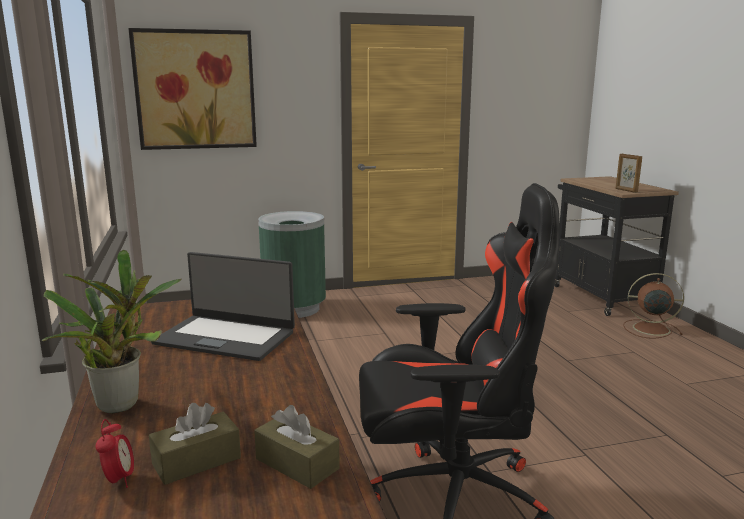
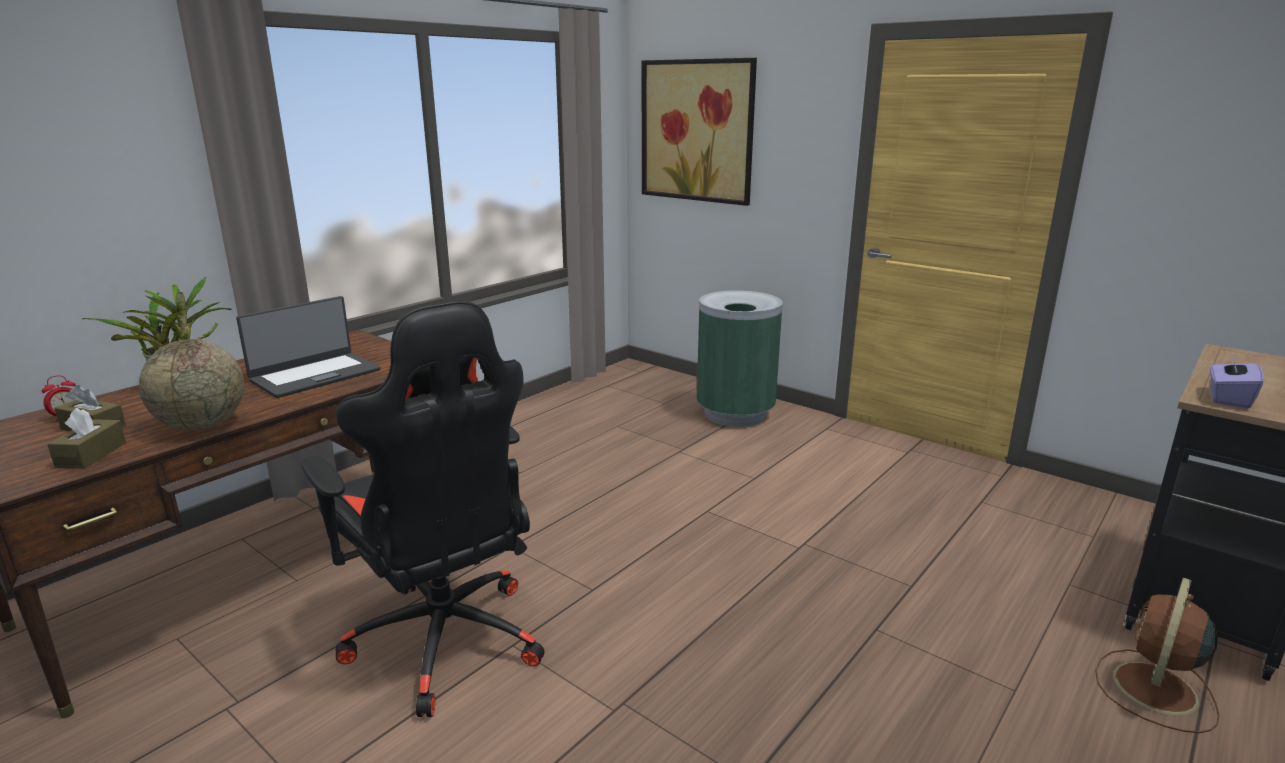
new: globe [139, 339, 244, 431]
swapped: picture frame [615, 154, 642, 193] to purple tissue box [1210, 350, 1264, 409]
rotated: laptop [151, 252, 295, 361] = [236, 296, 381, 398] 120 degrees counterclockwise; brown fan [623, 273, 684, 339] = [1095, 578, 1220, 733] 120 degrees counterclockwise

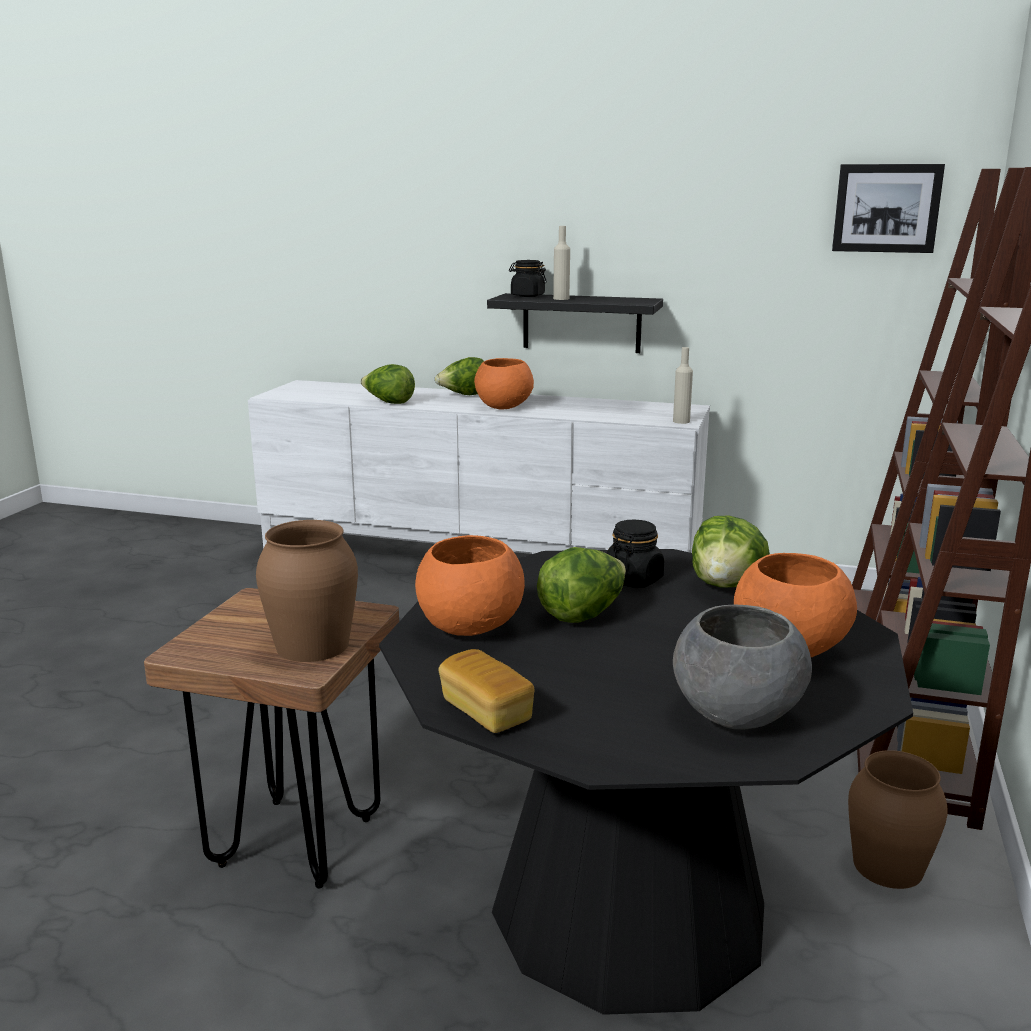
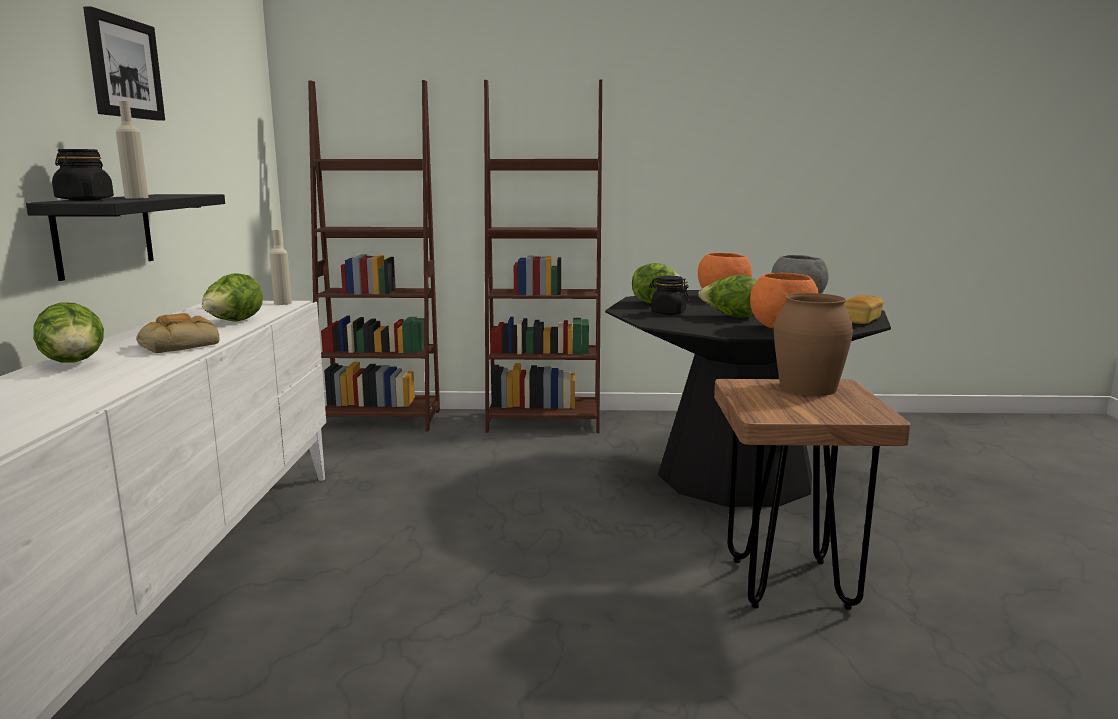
gone: brown vase [848, 750, 948, 889]
shifted: lettuce [361, 364, 415, 404] to [202, 273, 263, 321]; picture [832, 164, 945, 253] to [83, 7, 165, 121]
swapped: orange bowl [474, 358, 534, 409] to bread [136, 313, 220, 353]

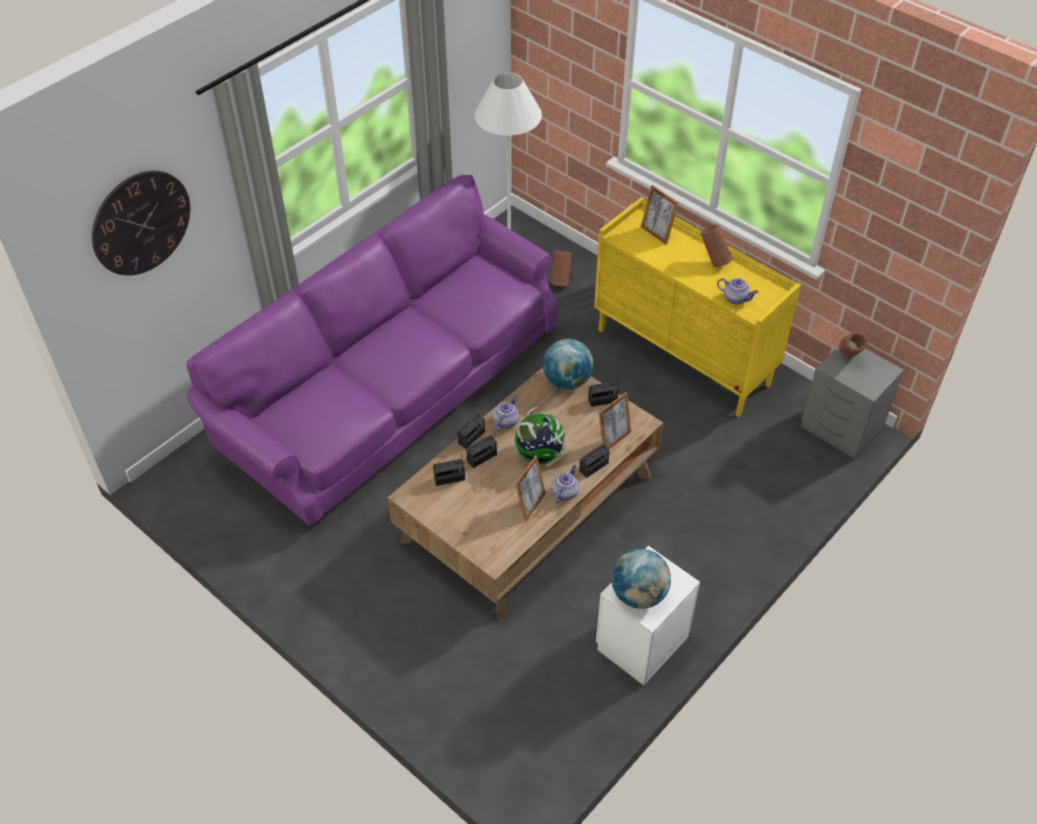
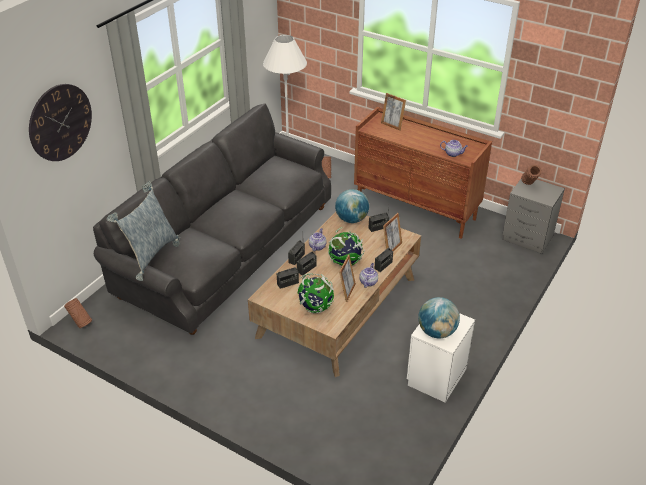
new: pillow [107, 181, 180, 281]; globe [297, 273, 334, 313]
shifted: brown vase [701, 224, 733, 267] to [64, 298, 92, 328]
repainted: purple sofa [187, 175, 558, 526] to black sofa [93, 103, 331, 335]; yellow cabinet [594, 197, 801, 417] to brown cabinet [354, 107, 492, 239]

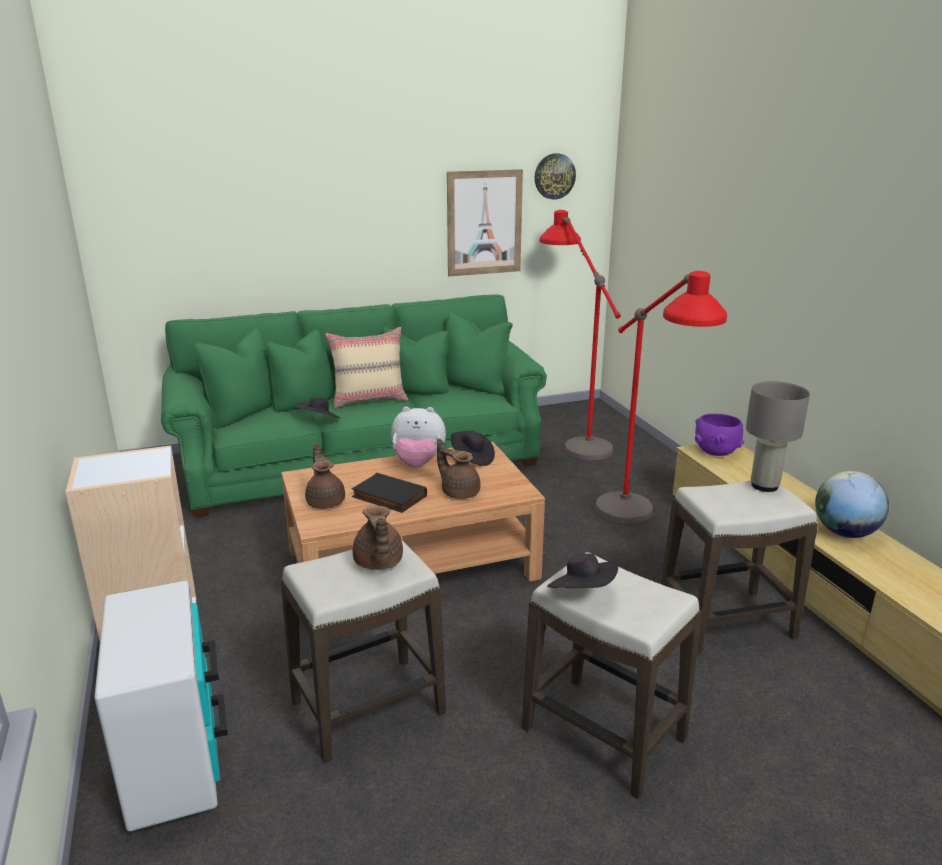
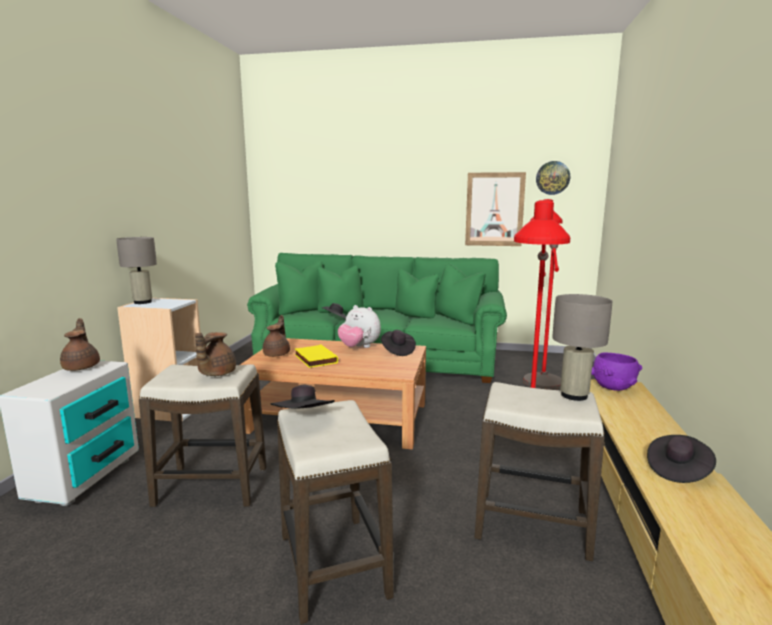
gone: beige pillow [325, 327, 408, 409]
new: grey table lamp [116, 237, 157, 304]
shifted: brown teapot [437, 438, 481, 499] to [60, 318, 100, 371]
swapped: globe [815, 471, 889, 538] to black hat [647, 435, 716, 483]
repainted: black book [351, 473, 427, 513] to yellow book [295, 345, 338, 368]

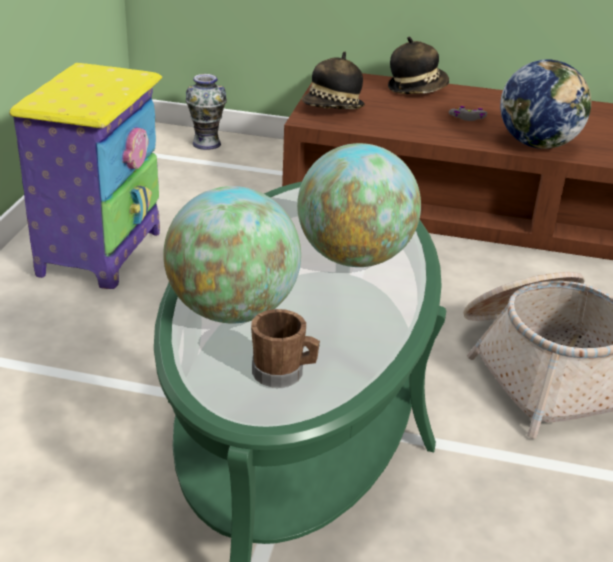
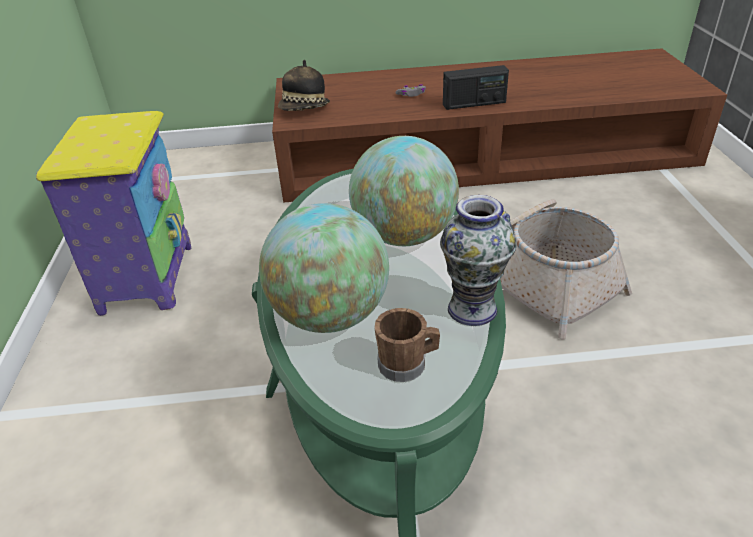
gone: hat [388, 37, 449, 94]
shifted: vase [186, 74, 227, 150] to [440, 195, 517, 326]
swapped: globe [500, 59, 591, 149] to radio [443, 65, 509, 110]

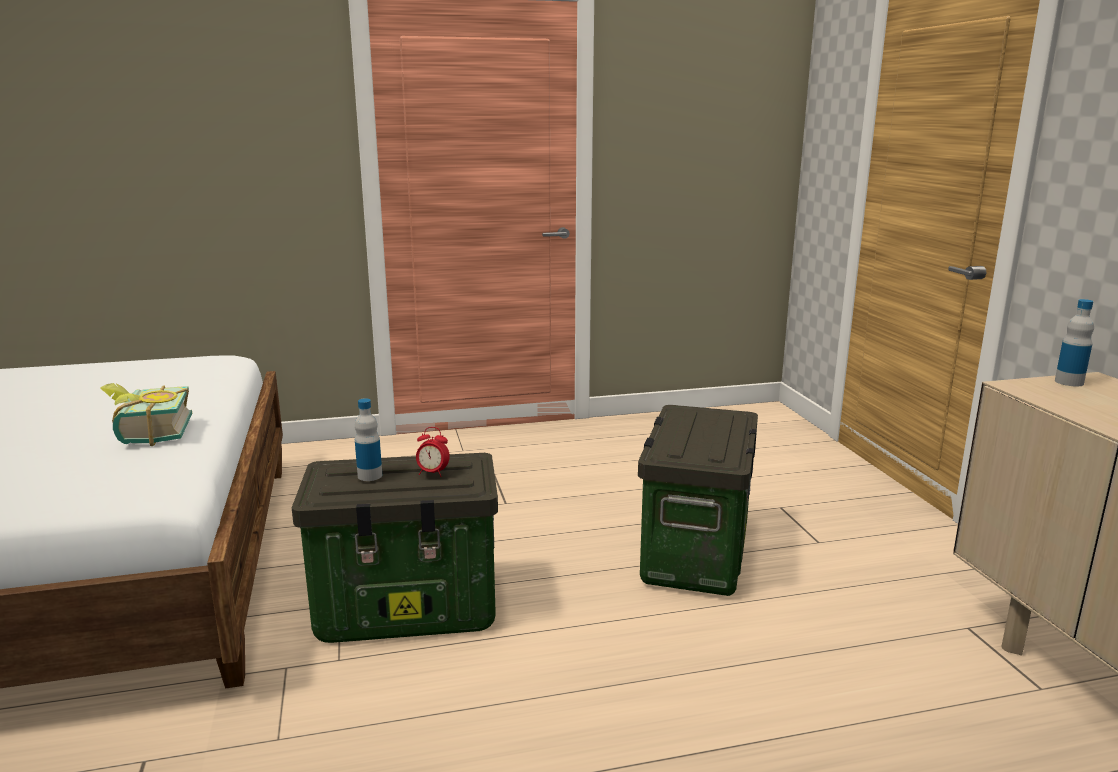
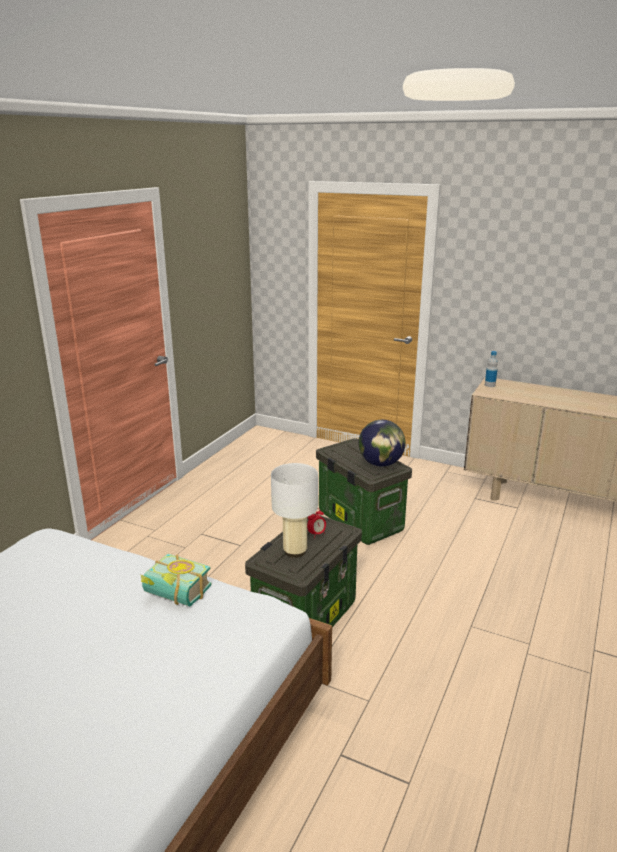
new: globe [359, 420, 405, 466]
swapped: bottle [355, 398, 382, 481] to white table lamp [271, 463, 318, 558]

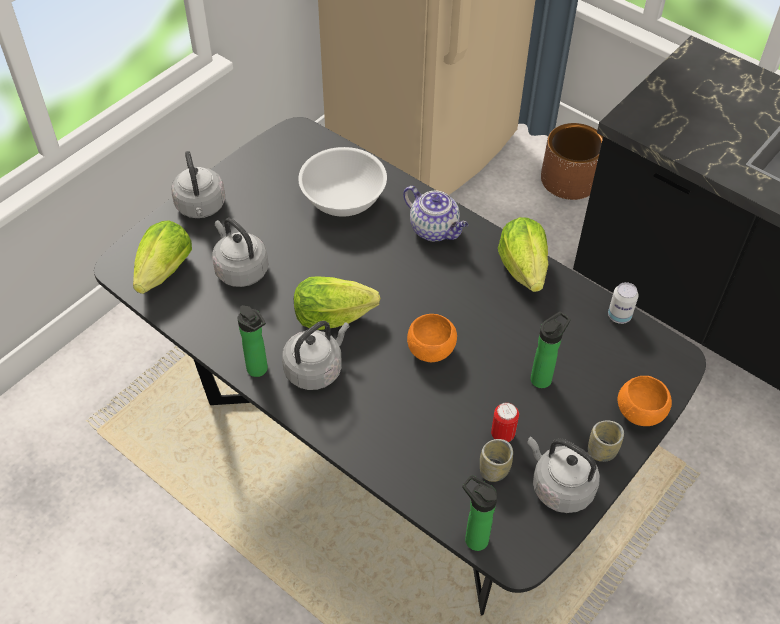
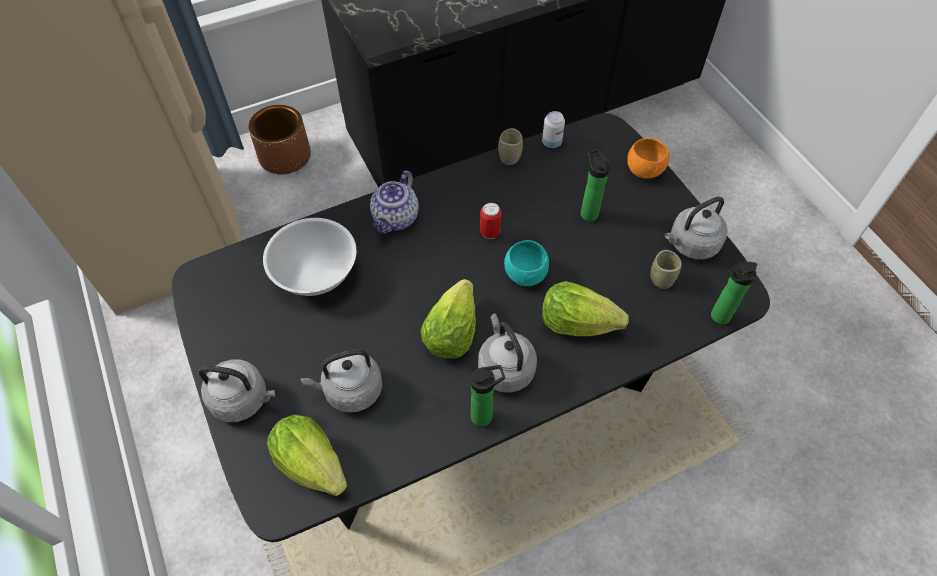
shifted: can [491, 402, 519, 442] to [480, 202, 501, 239]; lettuce [498, 217, 548, 292] to [542, 281, 629, 336]; cup [588, 420, 624, 462] to [498, 128, 523, 165]
repainted: orange bowl [407, 314, 457, 362] to turquoise bowl [504, 240, 549, 286]
rotated: teapot [403, 186, 468, 241] = [370, 171, 419, 234] 135 degrees clockwise

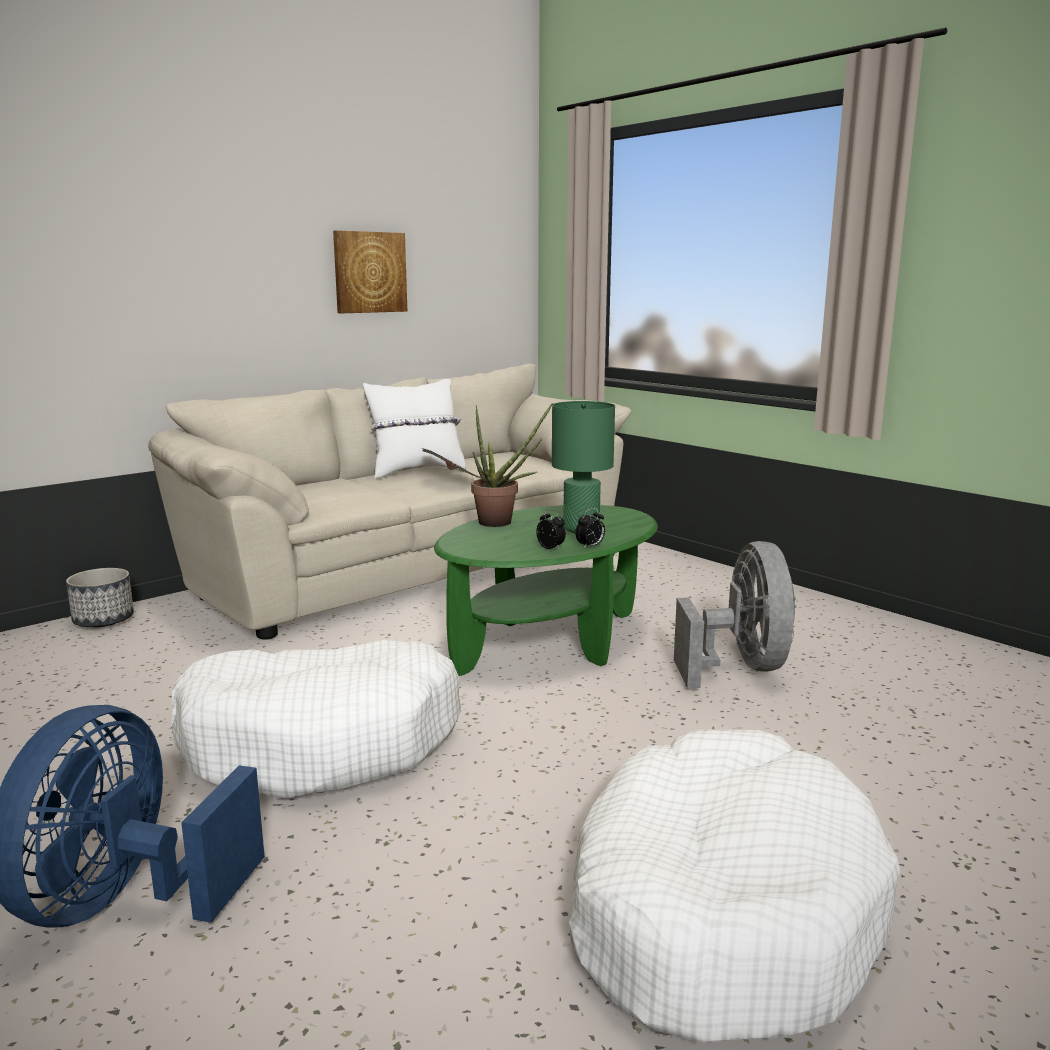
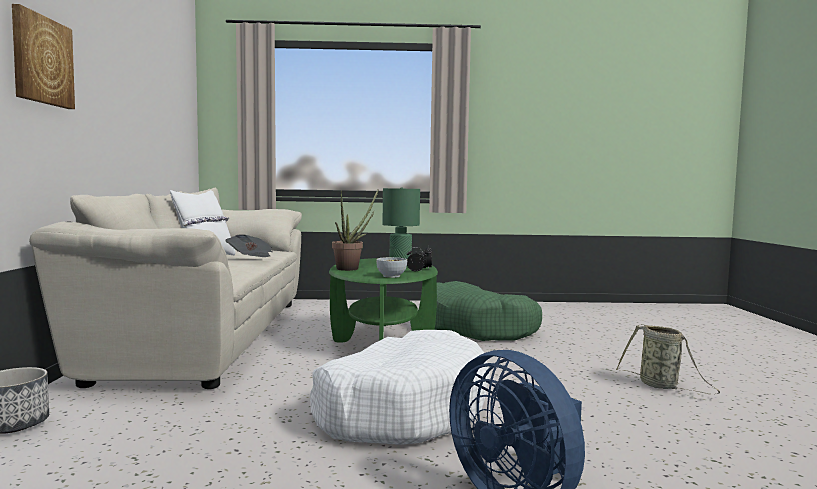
new: bowl [376, 257, 407, 278]
shifted: picture [333, 230, 407, 313] to [12, 4, 75, 109]
swapped: white dog bed [569, 730, 900, 1043] to basket [616, 324, 720, 394]; grey fan [674, 541, 796, 688] to green dog bed [434, 281, 542, 341]

